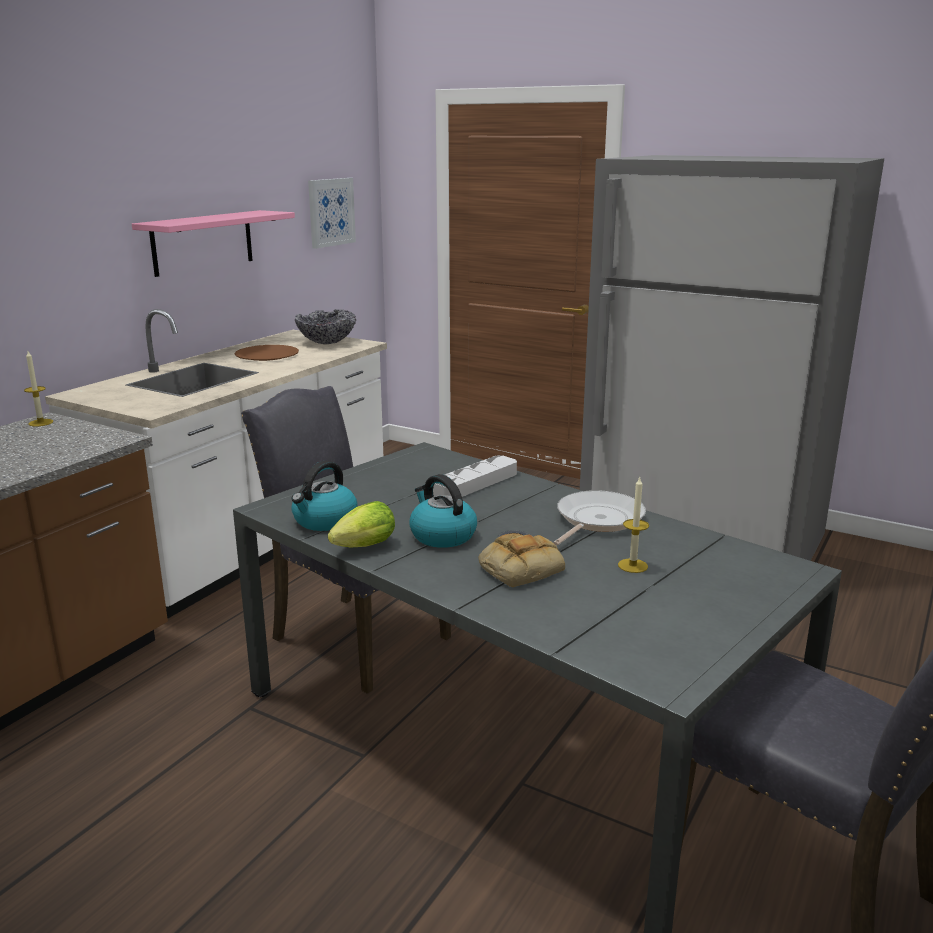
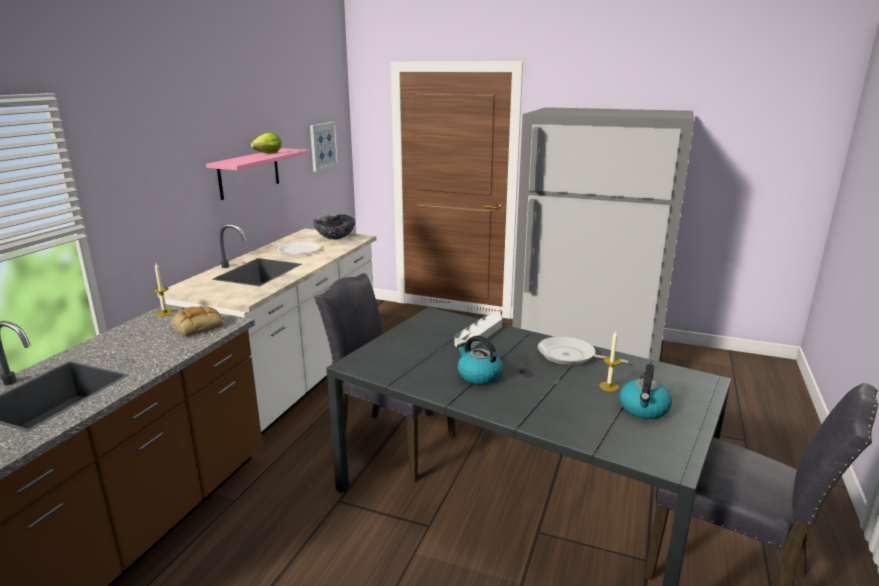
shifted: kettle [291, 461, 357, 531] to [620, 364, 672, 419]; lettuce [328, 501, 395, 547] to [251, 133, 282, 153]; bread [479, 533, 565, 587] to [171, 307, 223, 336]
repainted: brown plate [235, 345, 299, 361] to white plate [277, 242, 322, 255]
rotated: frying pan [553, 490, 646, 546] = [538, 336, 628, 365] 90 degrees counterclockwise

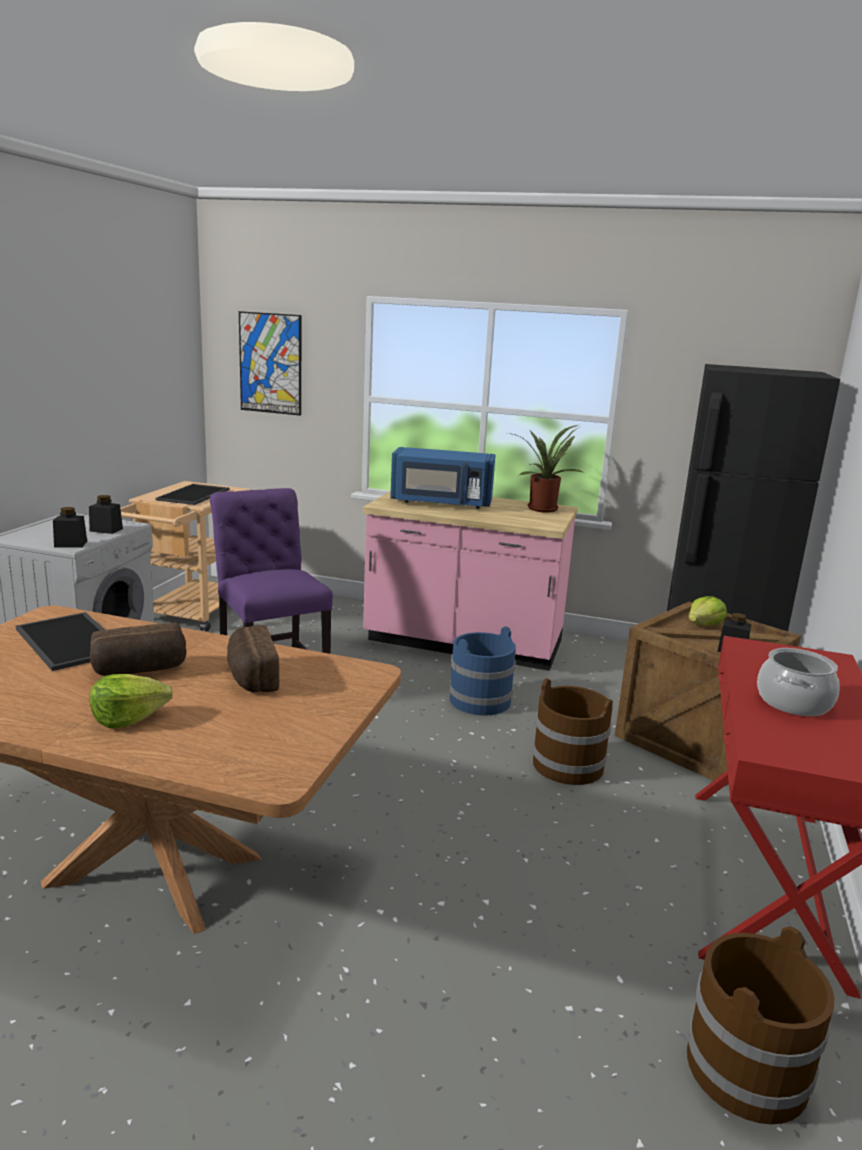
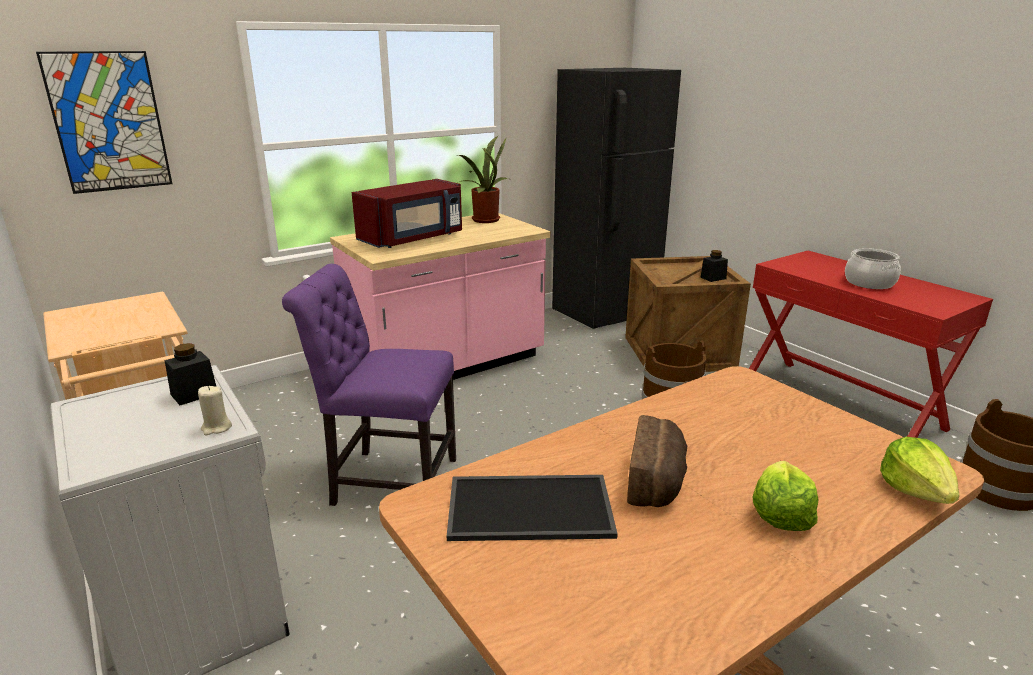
gone: tray [156, 484, 229, 505]; bread [227, 625, 279, 692]; blue bucket [449, 626, 516, 715]
shifted: lettuce [689, 596, 727, 626] to [880, 437, 959, 504]
swapped: black jar [53, 507, 87, 548] to beige candle [198, 386, 232, 435]
repainted: blue microwave [391, 447, 495, 509] to red microwave [352, 179, 462, 248]

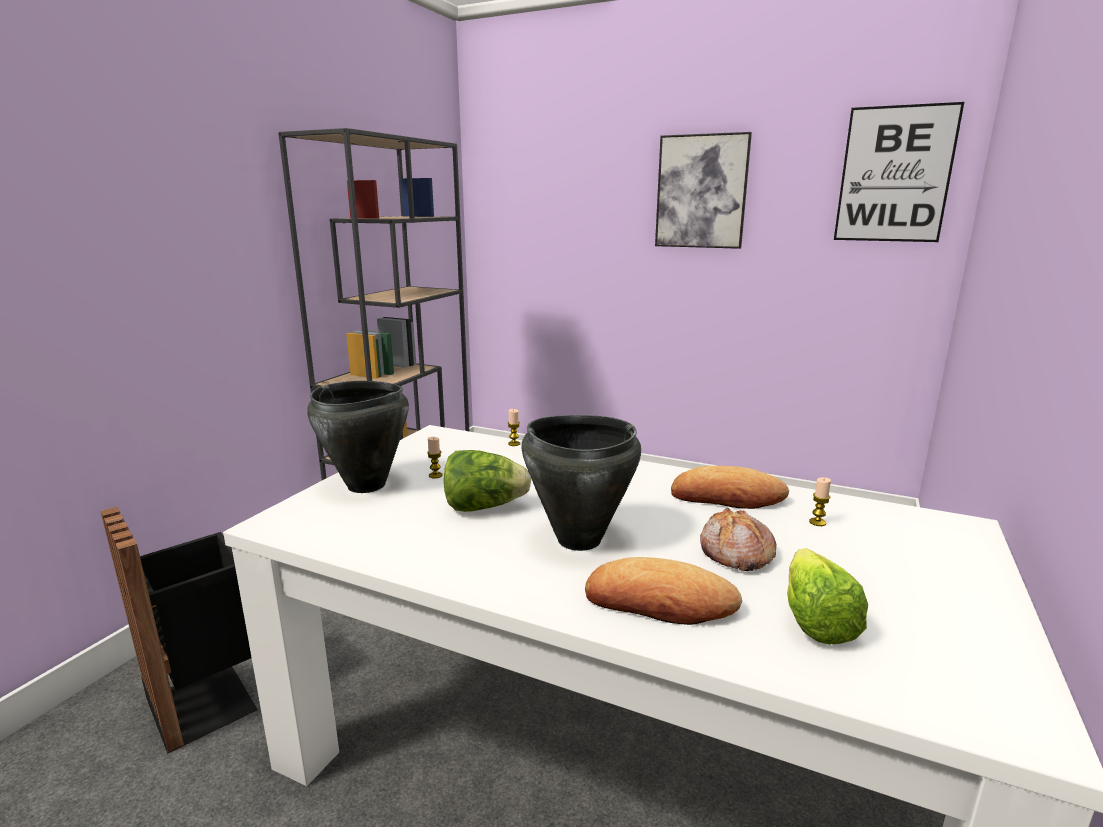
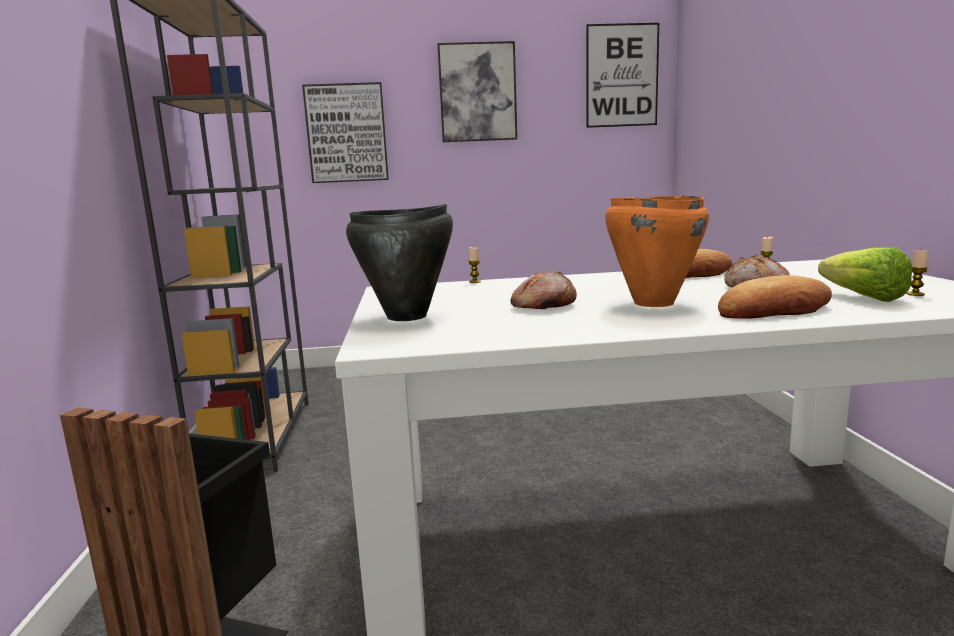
new: picture [302, 82, 389, 183]
shifted: candle [427, 437, 443, 478] to [906, 250, 929, 296]
swapped: lettuce [444, 450, 531, 512] to bread [510, 272, 577, 309]
repainted: black cooking pot [522, 415, 641, 551] to orange cooking pot [605, 195, 709, 307]

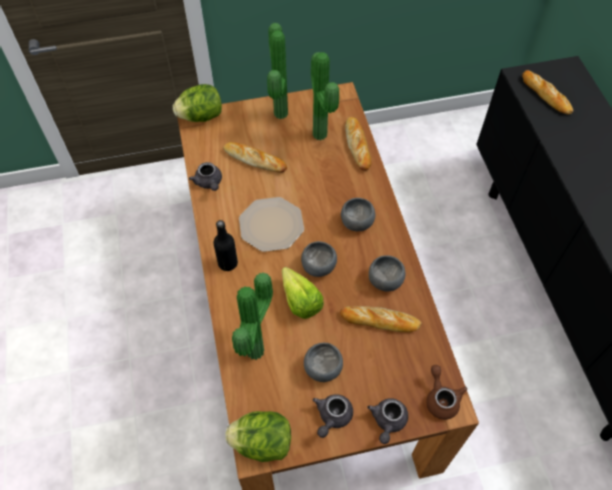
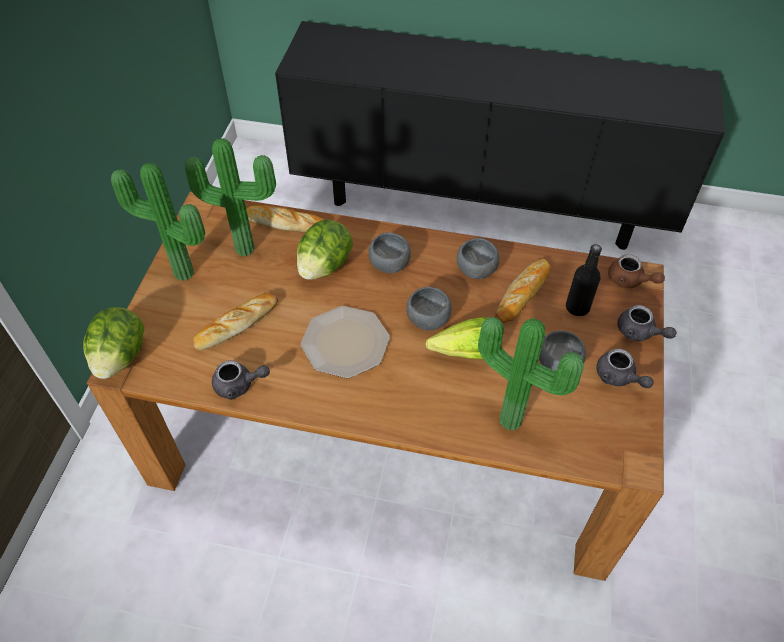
gone: bread [522, 70, 573, 115]
shifted: black bottle [214, 220, 238, 271] to [566, 244, 602, 316]; lettuce [225, 411, 291, 462] to [296, 220, 353, 280]
rotated: brown teapot [426, 365, 467, 420] = [608, 254, 665, 288] 150 degrees counterclockwise

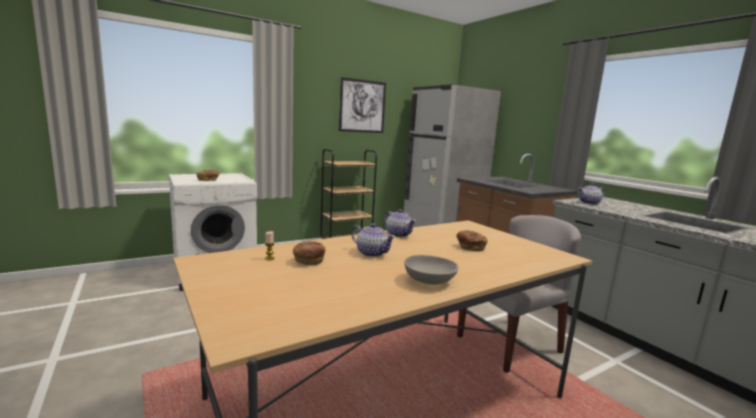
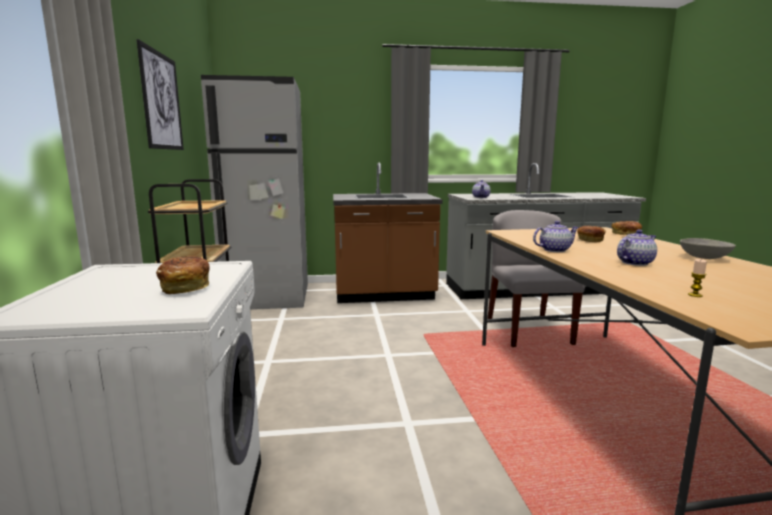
shifted: bread [293, 241, 326, 265] to [612, 221, 642, 235]

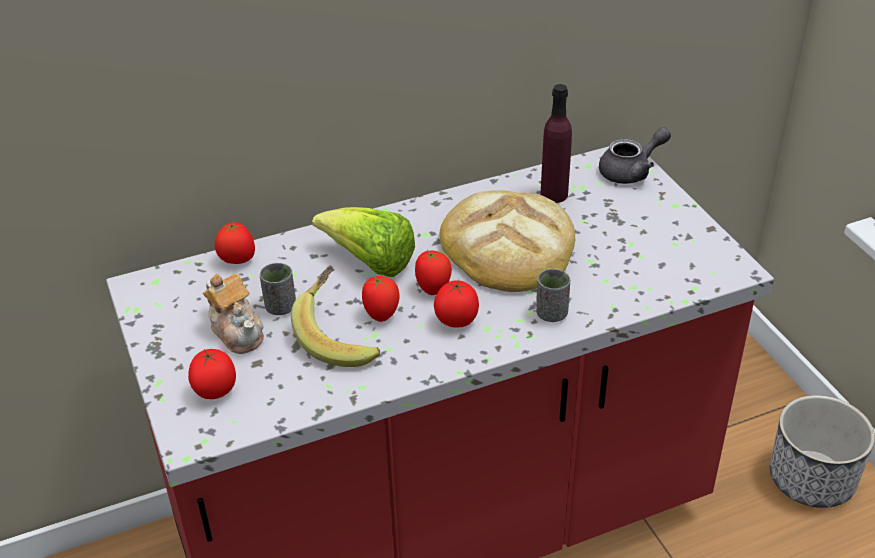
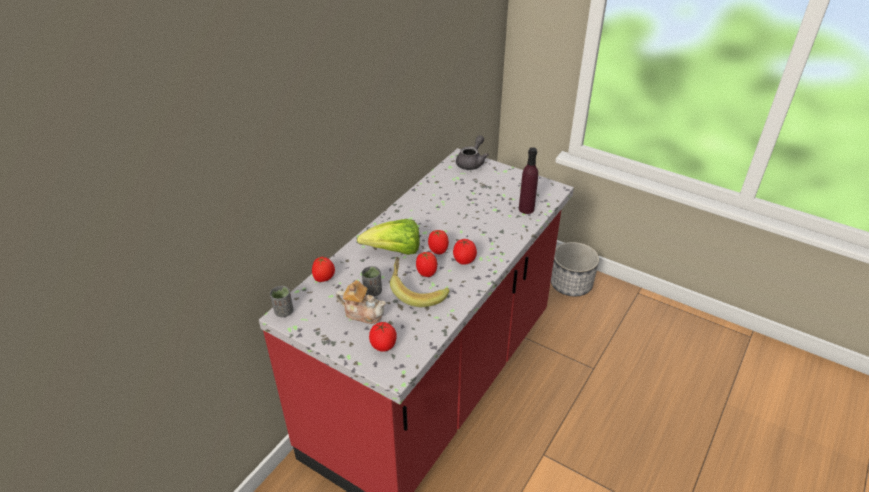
gone: bread [440, 190, 575, 292]
shifted: grey cup [536, 269, 570, 322] to [270, 286, 293, 317]; purple bottle [540, 84, 572, 203] to [519, 147, 538, 214]

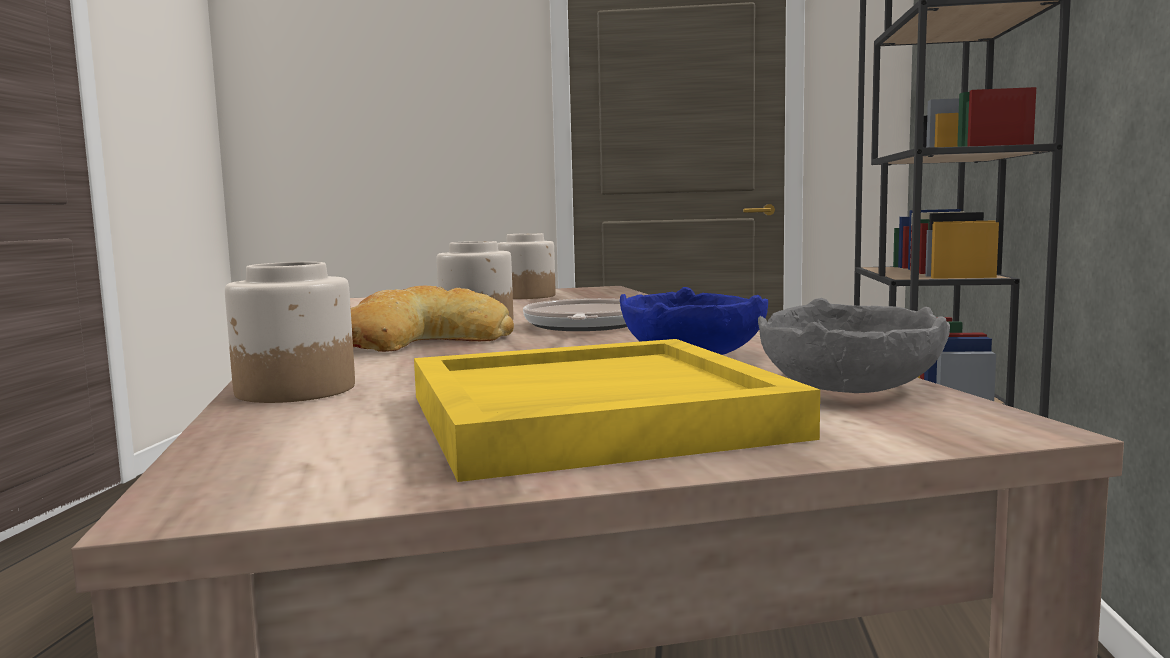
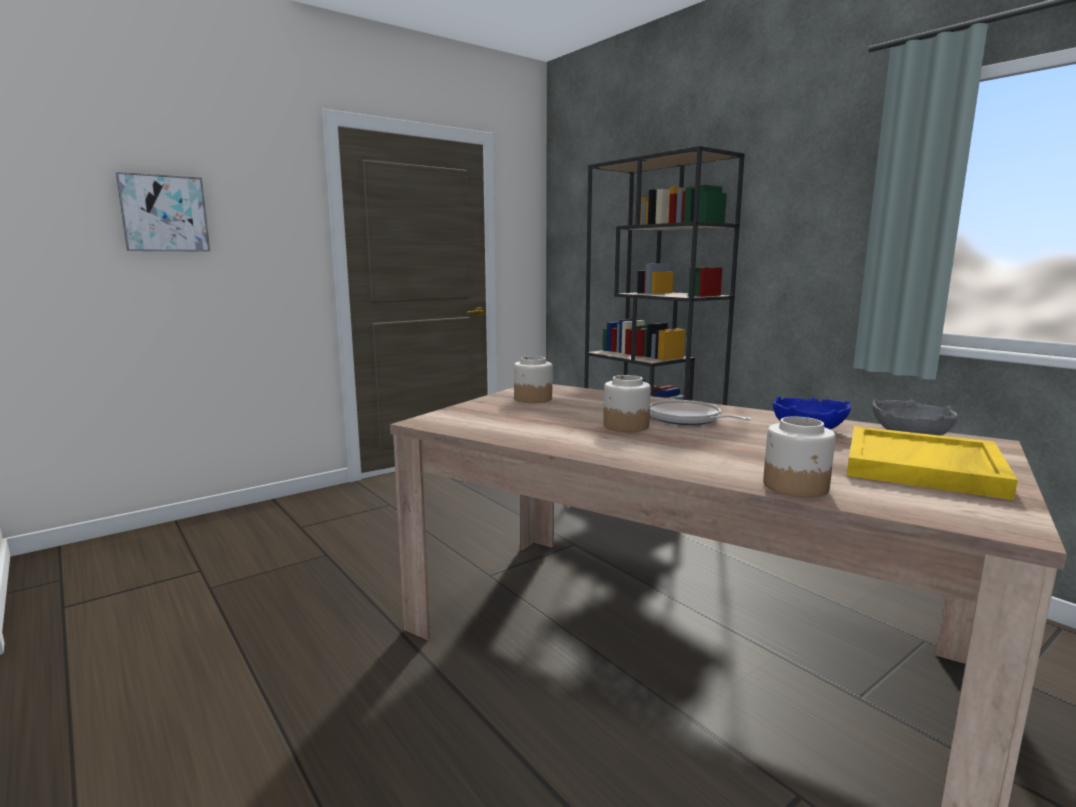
gone: bread [351, 286, 514, 352]
new: picture [116, 172, 210, 252]

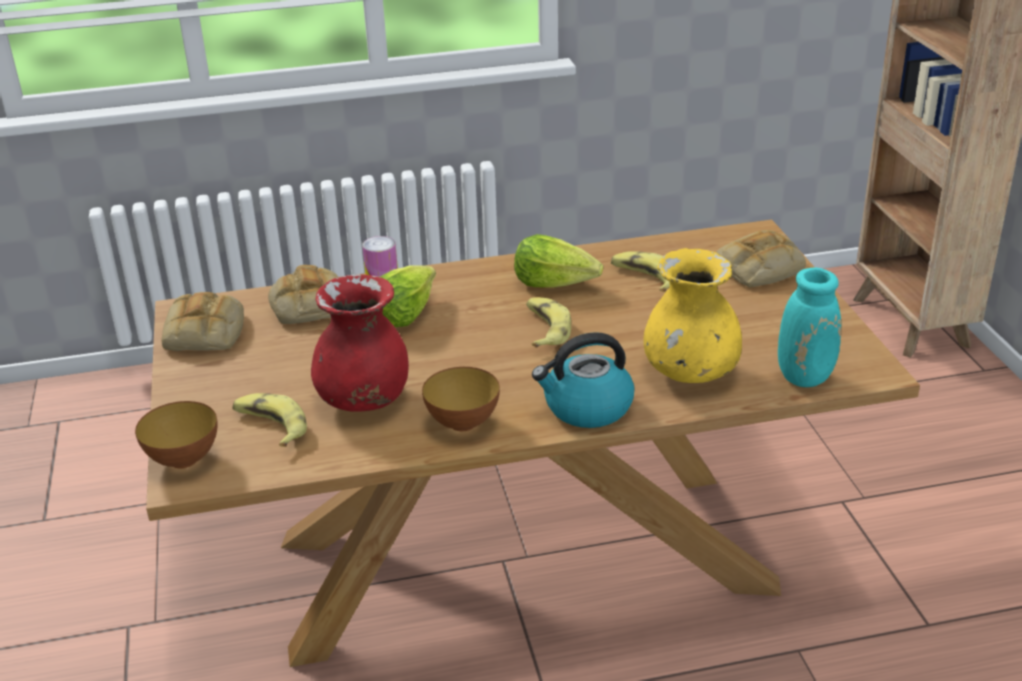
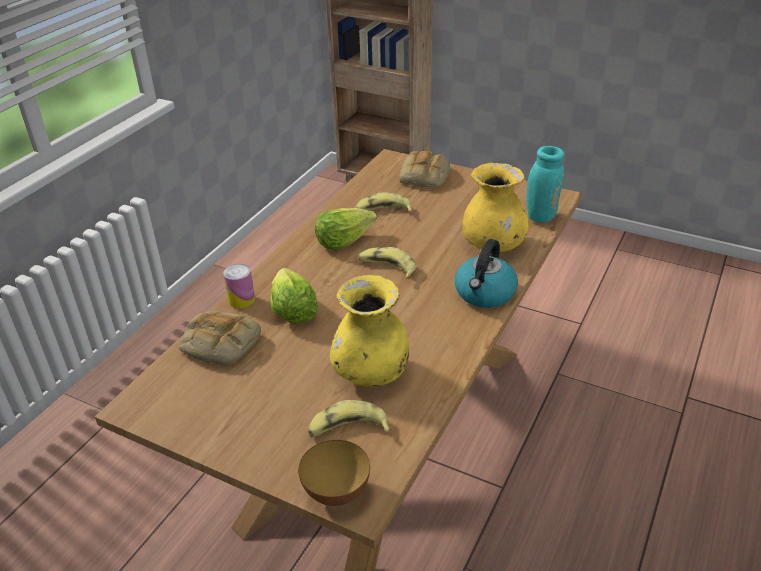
gone: bread [162, 292, 244, 351]; bowl [422, 367, 500, 431]
repainted: red vase [311, 274, 409, 412] to yellow vase [329, 275, 409, 387]

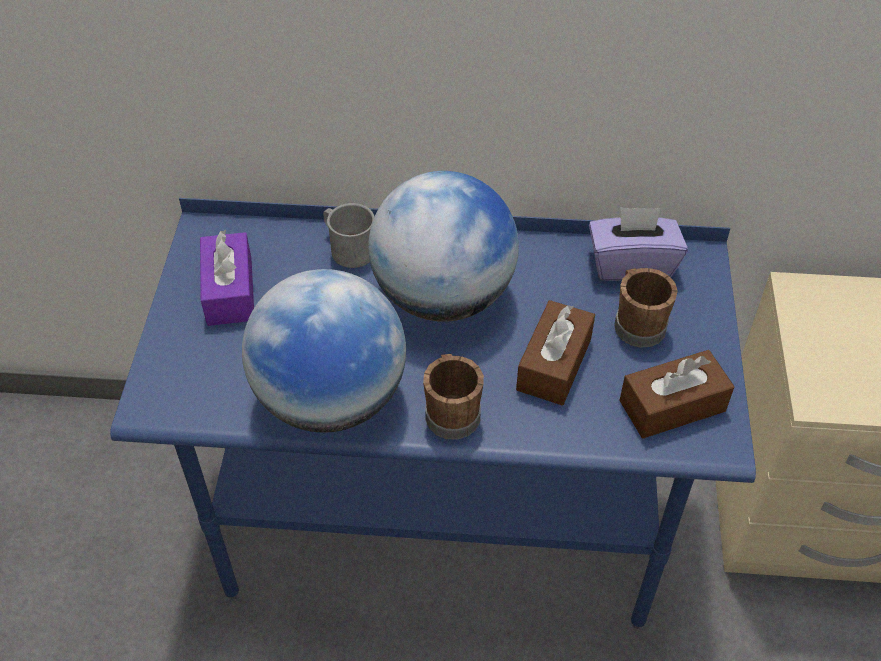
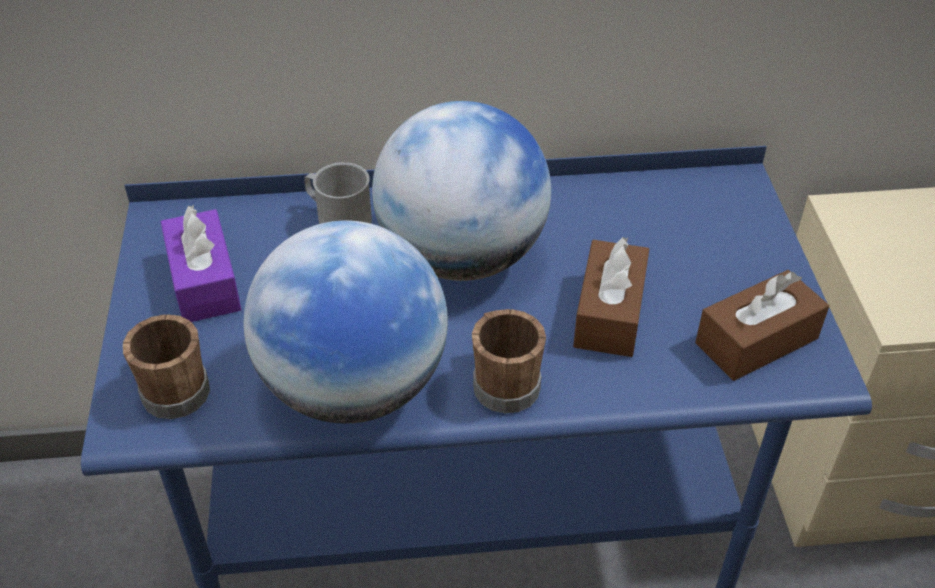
gone: purple tissue box [589, 207, 688, 281]
shifted: brown mug [614, 268, 678, 348] to [123, 314, 210, 419]

